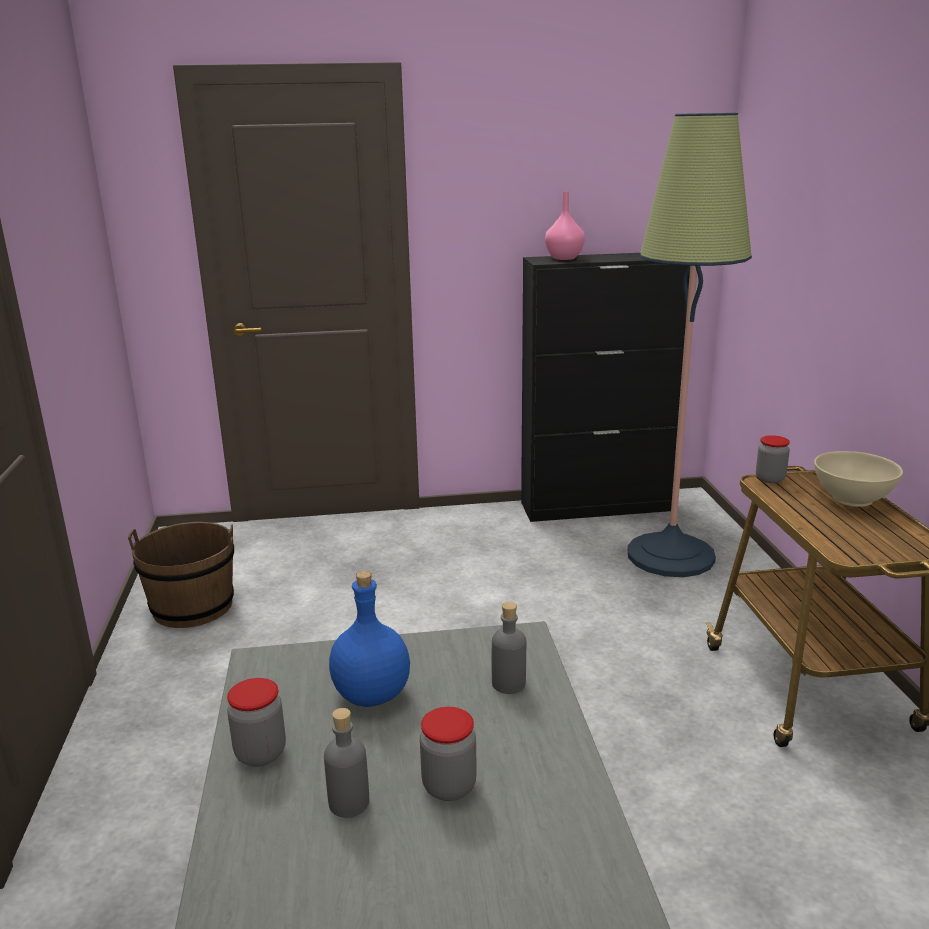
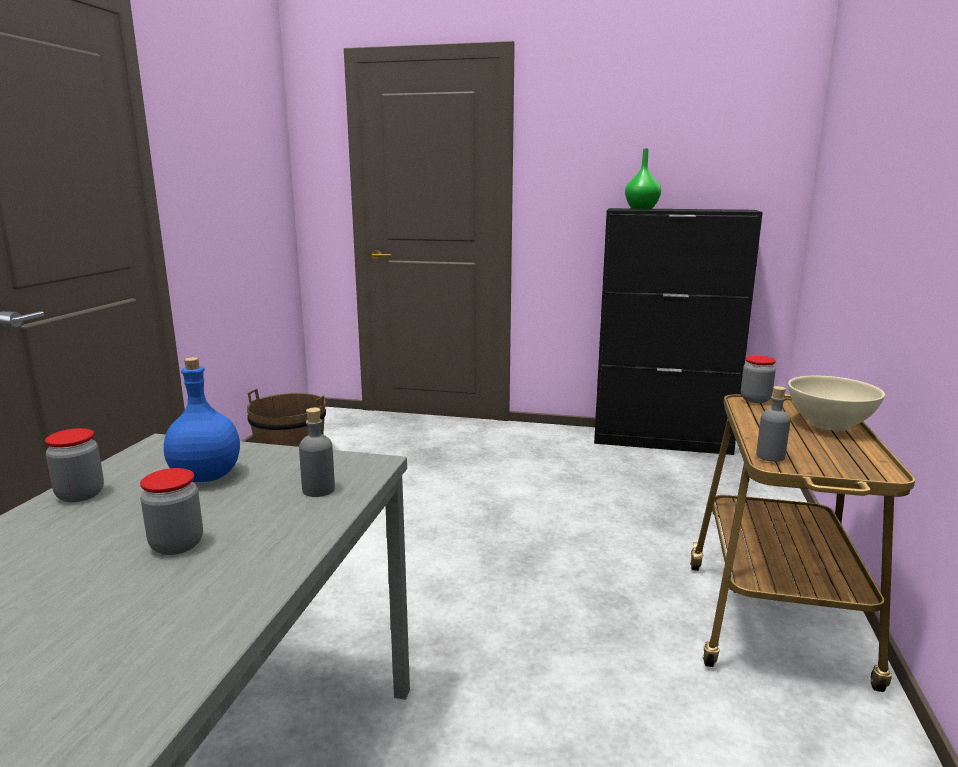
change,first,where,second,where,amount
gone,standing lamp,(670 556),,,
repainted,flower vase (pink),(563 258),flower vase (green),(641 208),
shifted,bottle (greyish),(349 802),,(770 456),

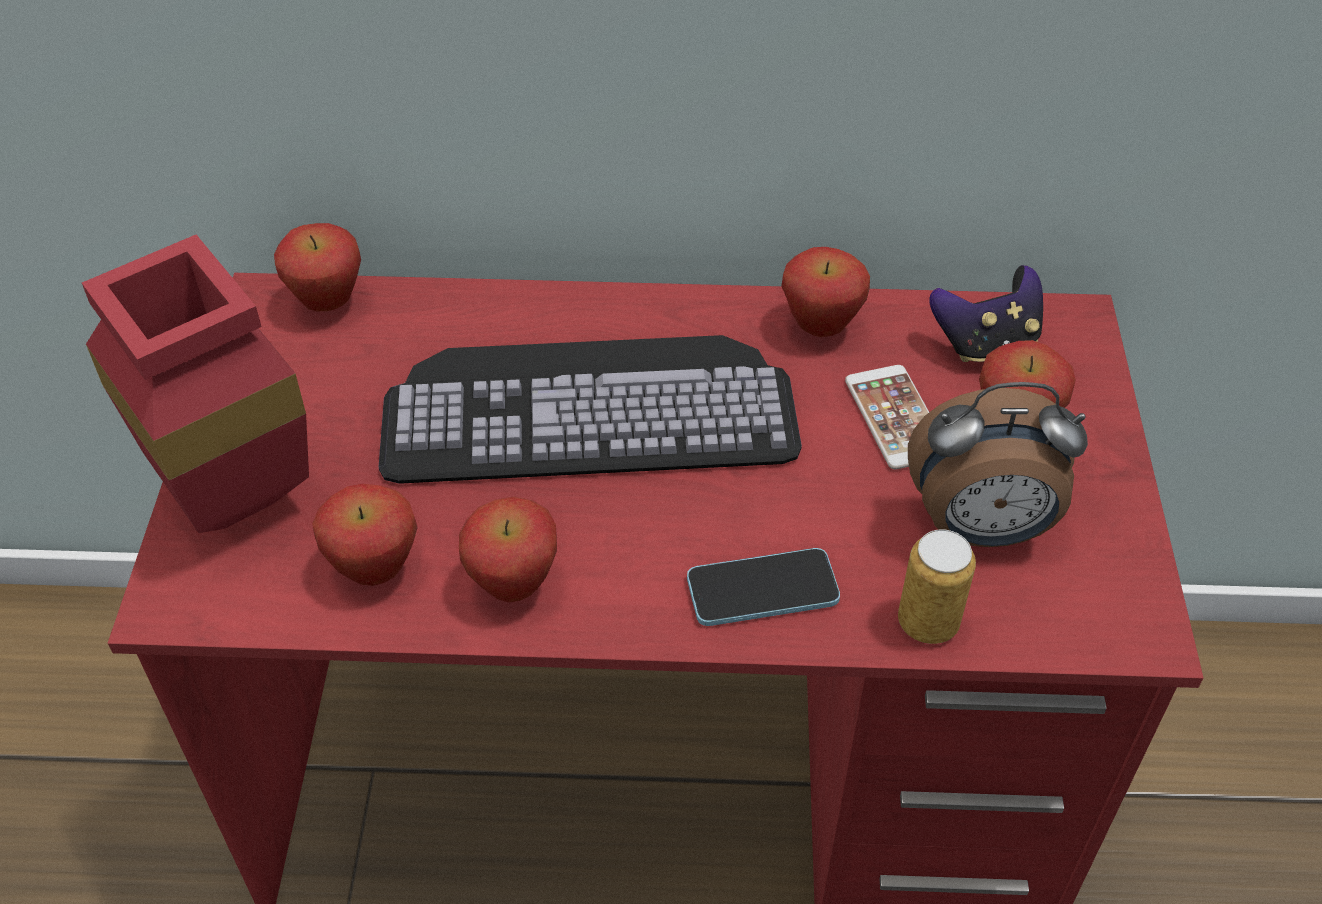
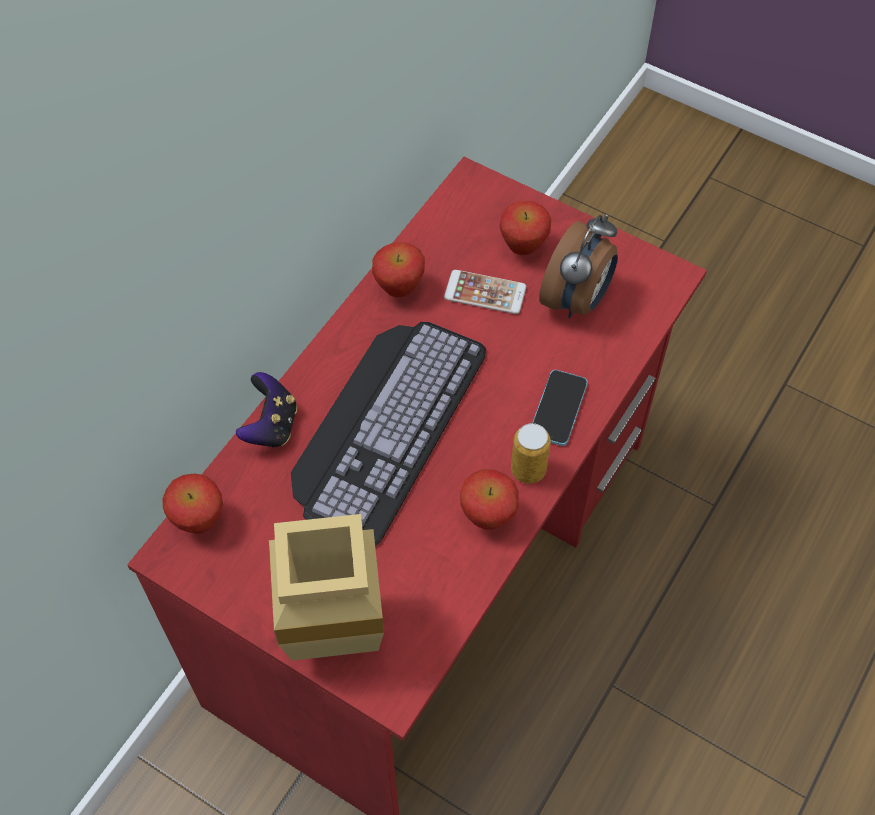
change,first,where,second,where,amount
repainted,flower vase (red),(227 495),flower vase (sand-coloured),(329 635),
shifted,gamepad,(986 342),,(271 426),
gone,apple,(375 570),,,
shifted,metal can,(928 622),,(528 470),

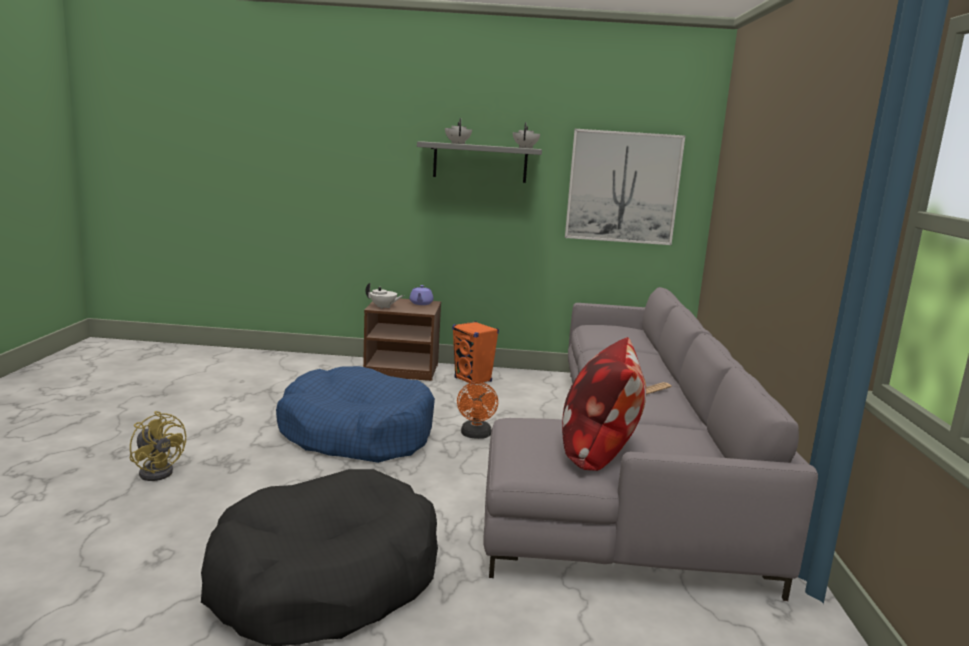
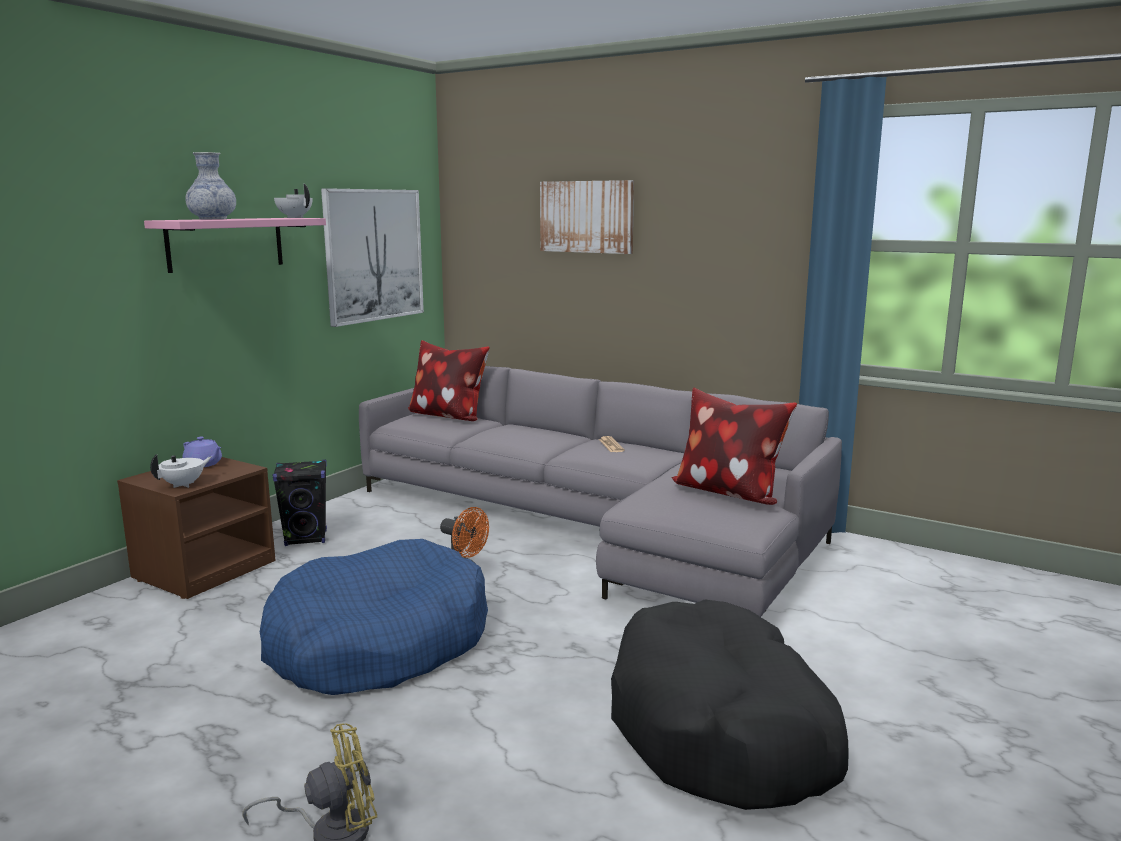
change,first,where,second,where,amount
swapped,pot for tea (whitish),(458 143),flower vase,(213 219),
repainted,bracket shelf (greyish),(480 162),bracket shelf (pink),(226 243),
repainted,speaker (orange),(473 380),speaker (blackish),(306 538),
new,,,picture,(586 217),
new,,,pillow,(448 416),

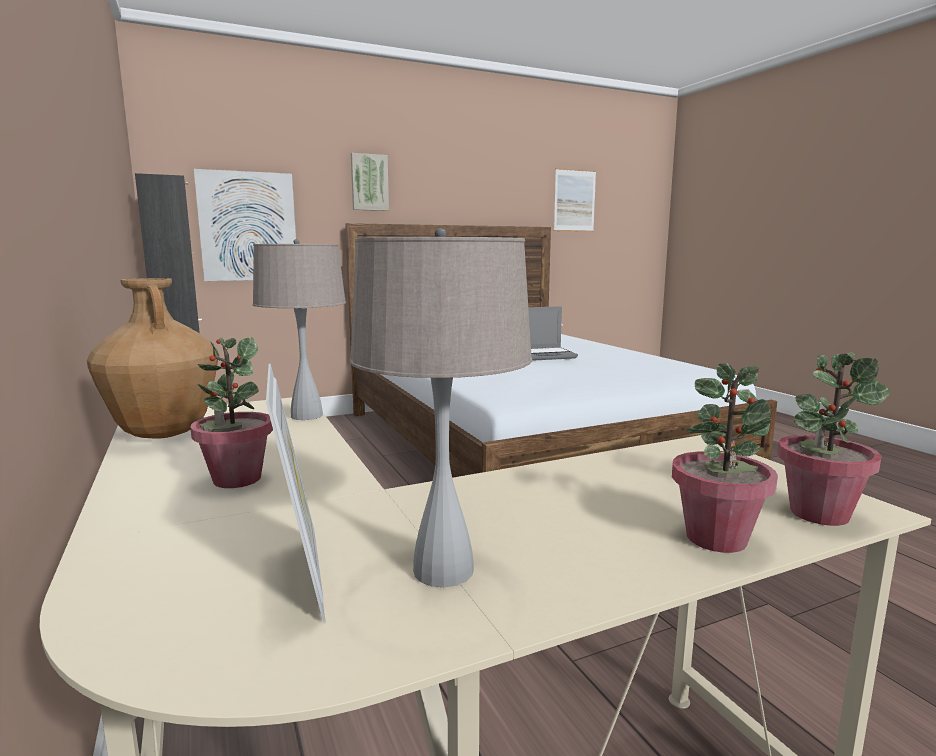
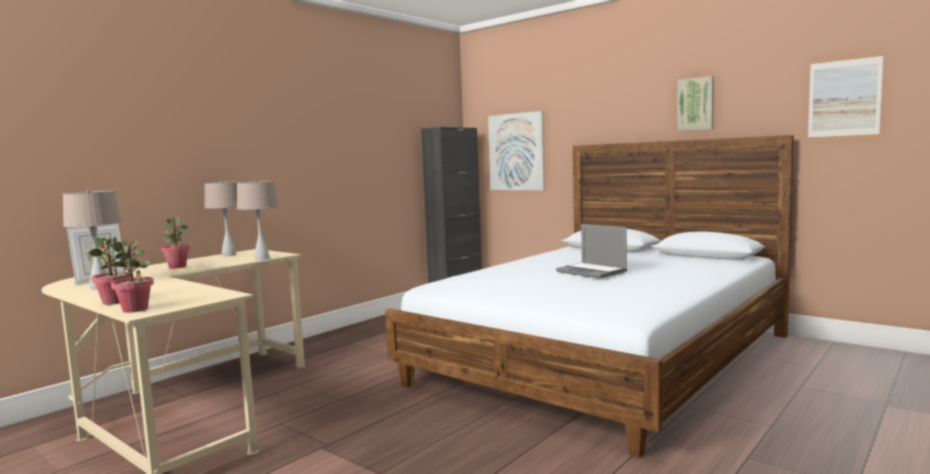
change,first,where,second,where,amount
shifted,picture,(369 182),,(696 104),
swapped,flower vase (brown),(164 433),table lamp (sand-coloured),(229 255),

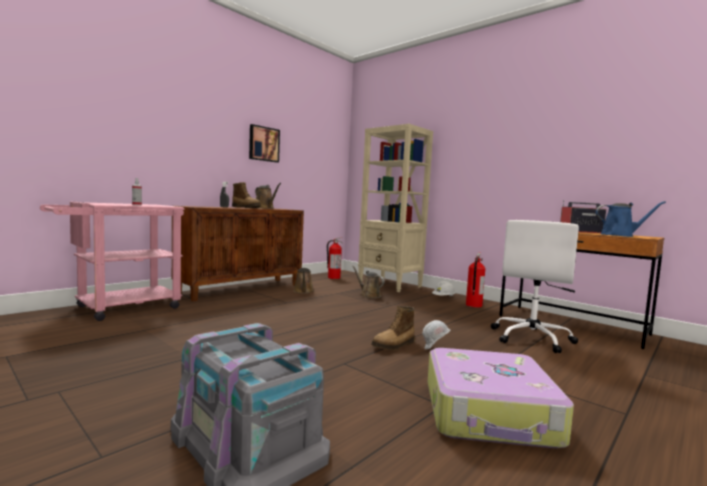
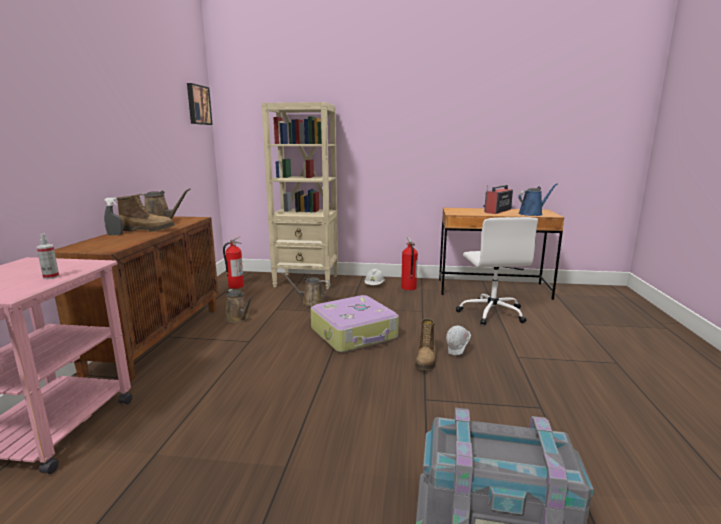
change,first,where,second,where,amount
shifted,picture,(263 144),,(198 105),
shifted,piece of luggage,(490 413),,(354 334),

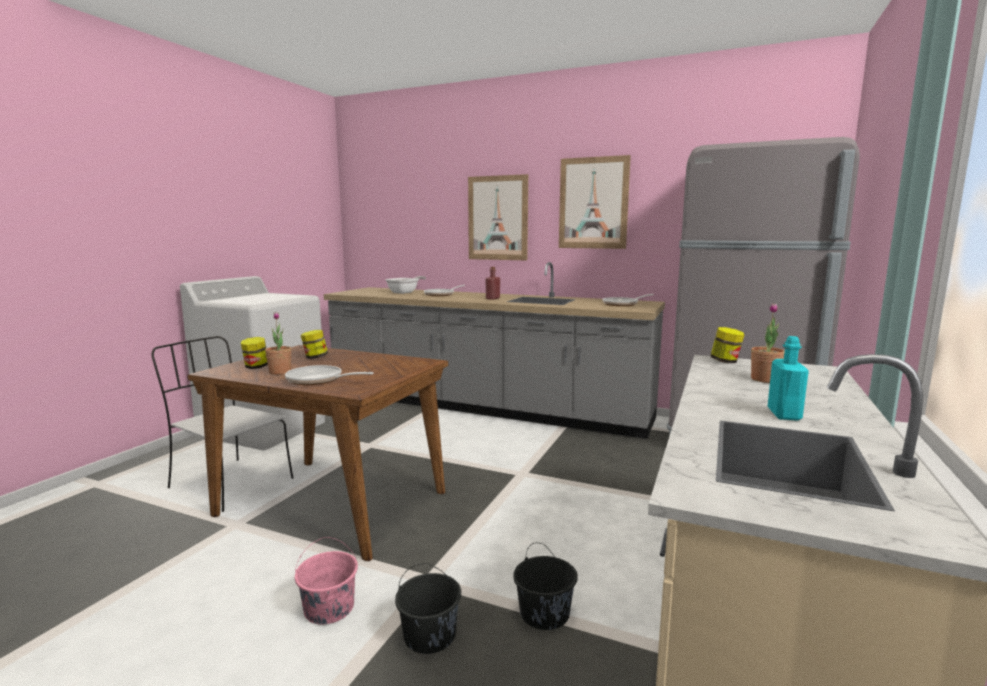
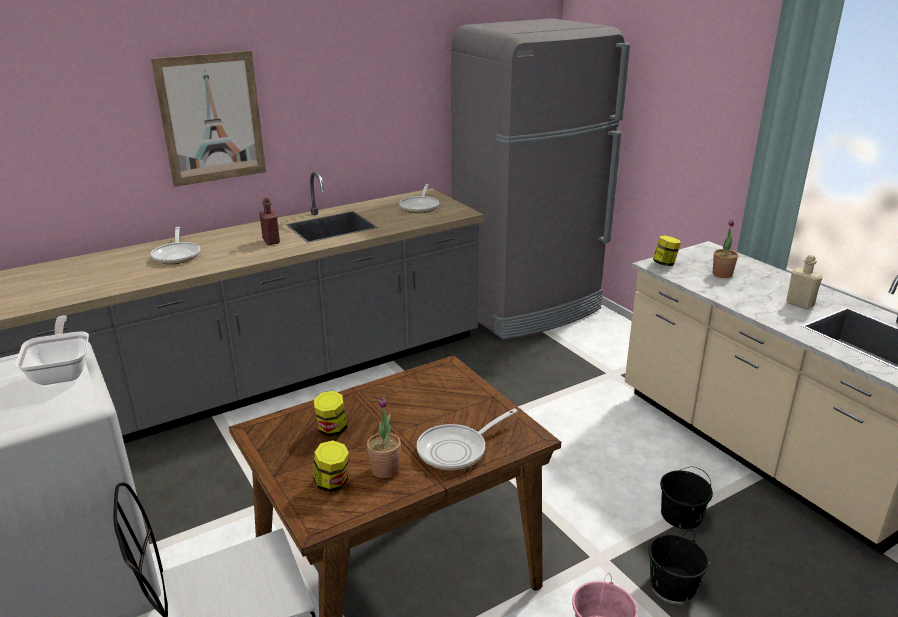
change,first,where,second,where,amount
gone,picture,(593 203),,,
shifted,frying pan,(405 292),,(62 371),
repainted,bottle (blue-green),(784 414),bottle (sand-coloured),(800 304),

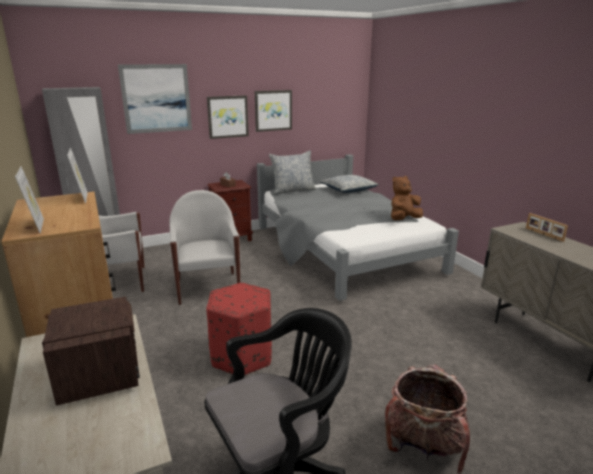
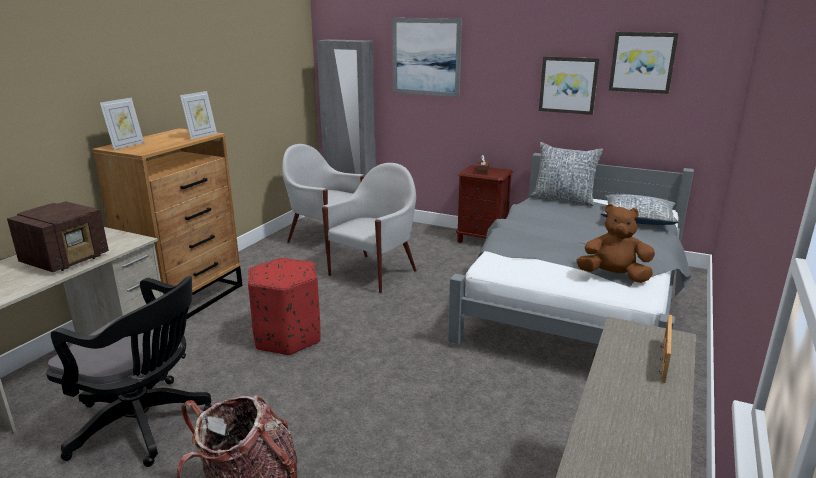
change,first,where,second,where,amount
shifted,picture,(227 116),,(642 62),

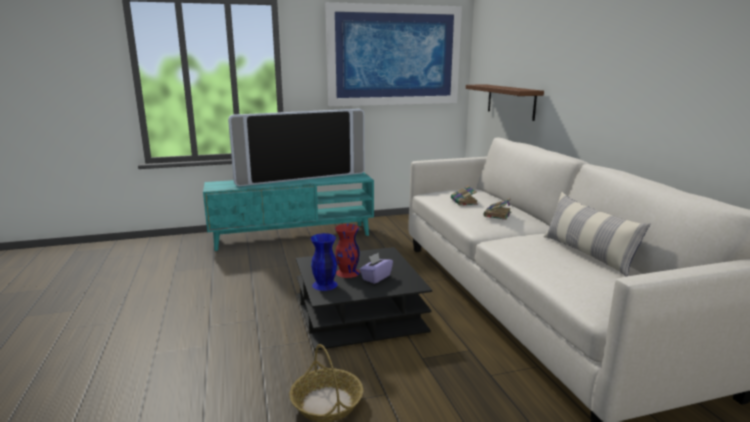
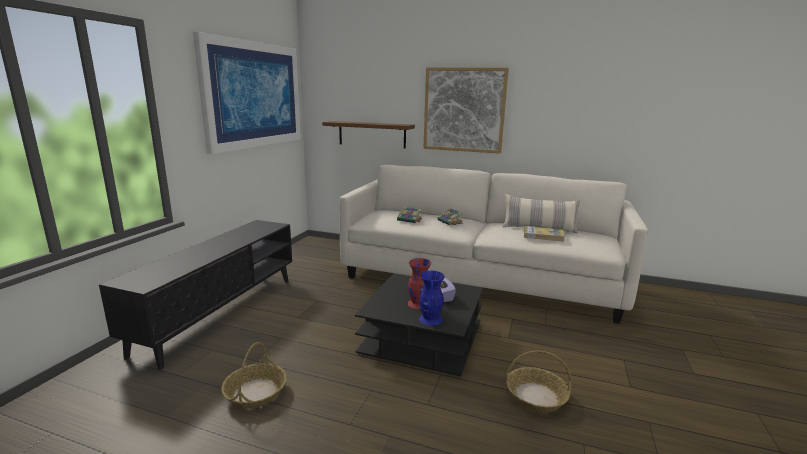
change,first,where,second,where,amount
gone,TV,(301 178),,,
repainted,media console (blue-green),(293 236),media console (blackish),(220 313),
new,,,picture,(464 110),
new,,,volume,(543 235),
new,,,household basket,(255 392),

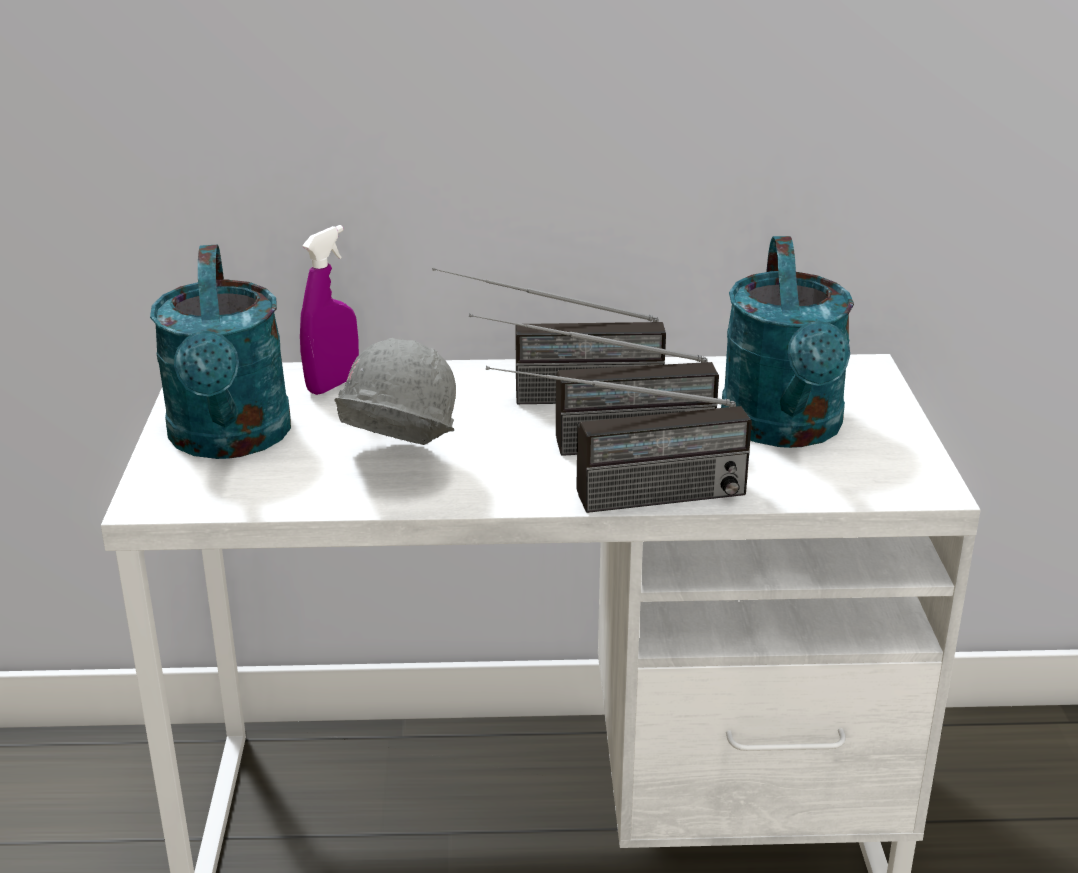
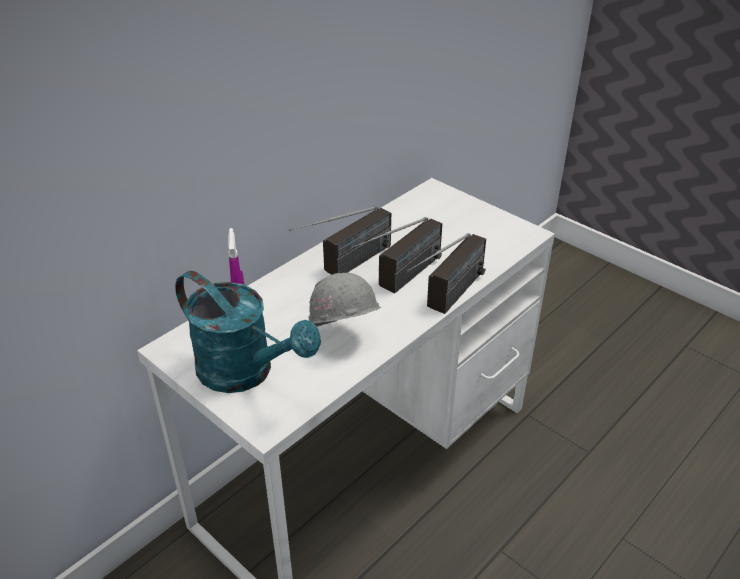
change,first,where,second,where,amount
gone,watering can (blue-green),(785 430),,,

